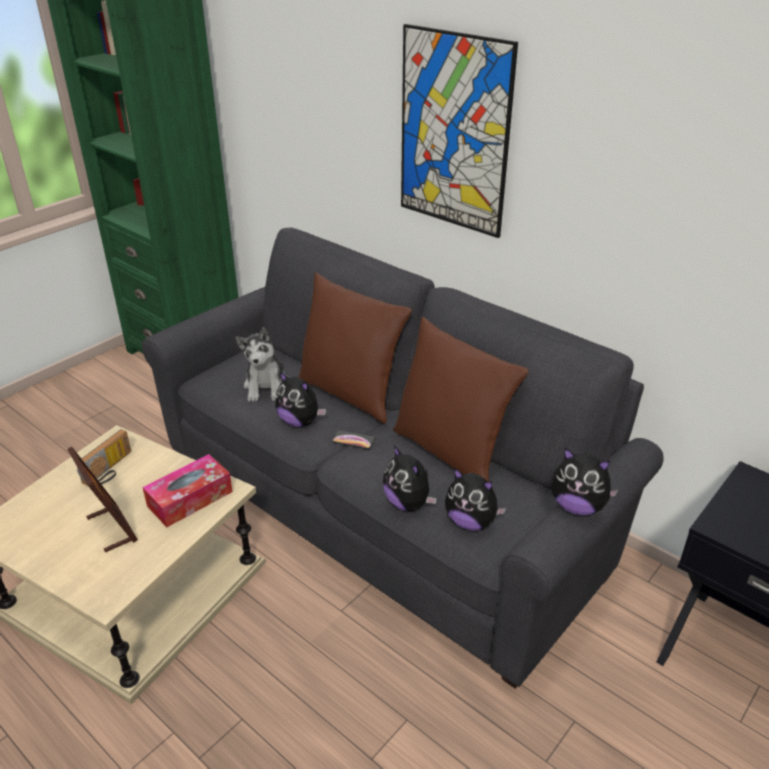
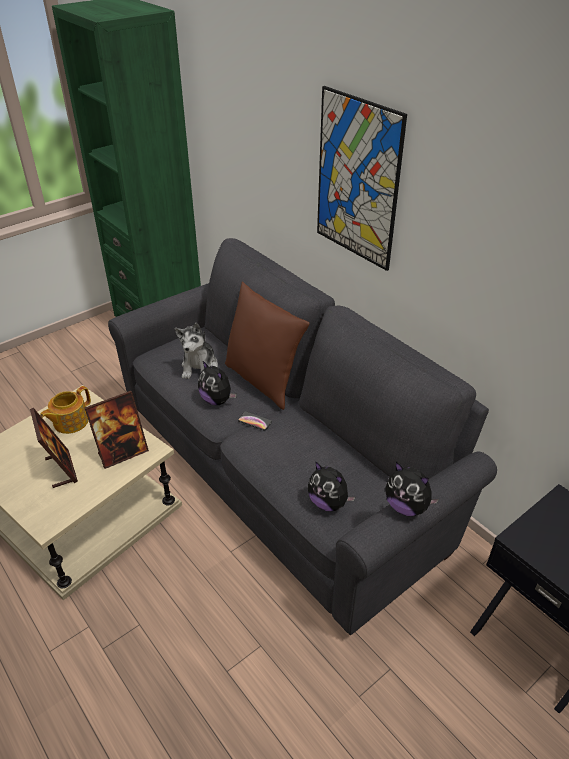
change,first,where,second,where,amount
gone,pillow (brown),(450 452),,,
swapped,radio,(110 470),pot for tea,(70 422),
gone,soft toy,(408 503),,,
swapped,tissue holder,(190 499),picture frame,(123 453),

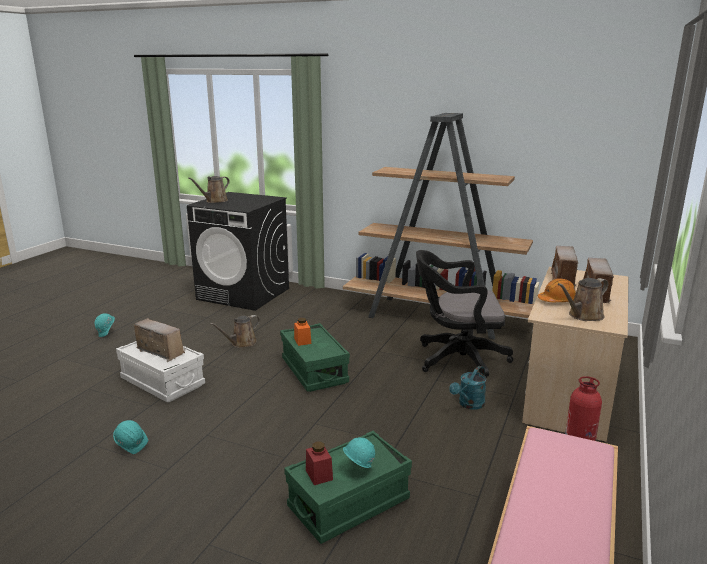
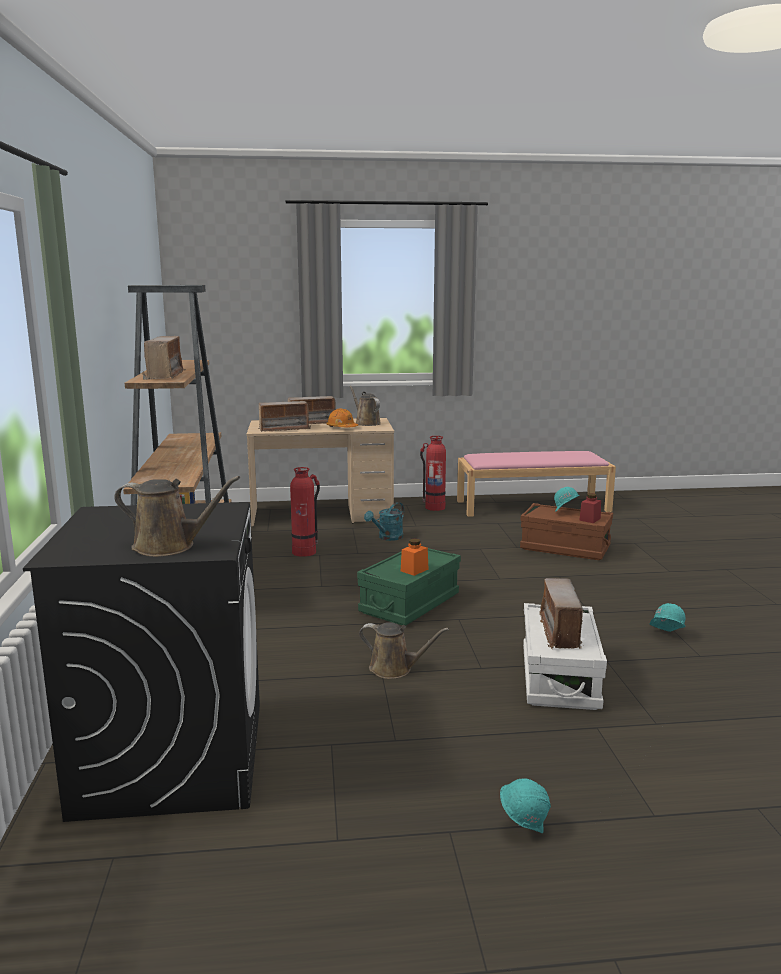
change,first,where,second,where,amount
swapped,desk chair (blackish),(456 360),extinguisher,(304 552),
rotated,watering can (brown),(583 316),,(366 423),150 degrees counterclockwise
rotated,watering can (blue-green),(469 404),,(387 538),120 degrees clockwise
repainted,storage bin (green),(348 504),storage bin (brown),(565 548),
new,,,radio,(165 375),

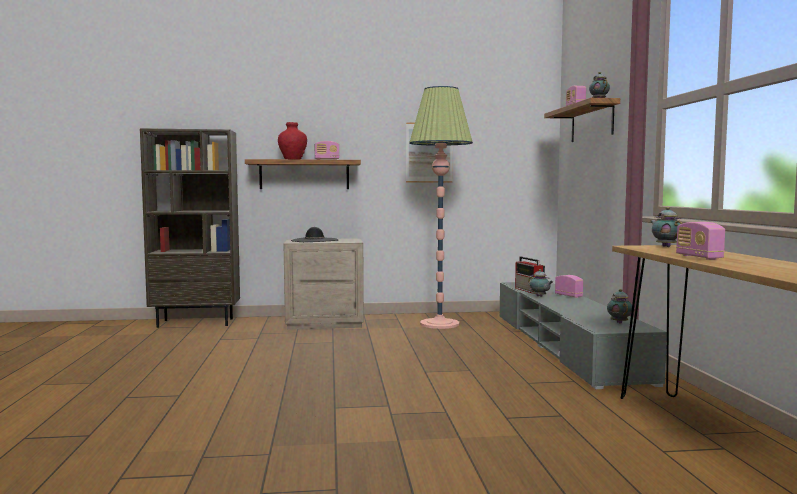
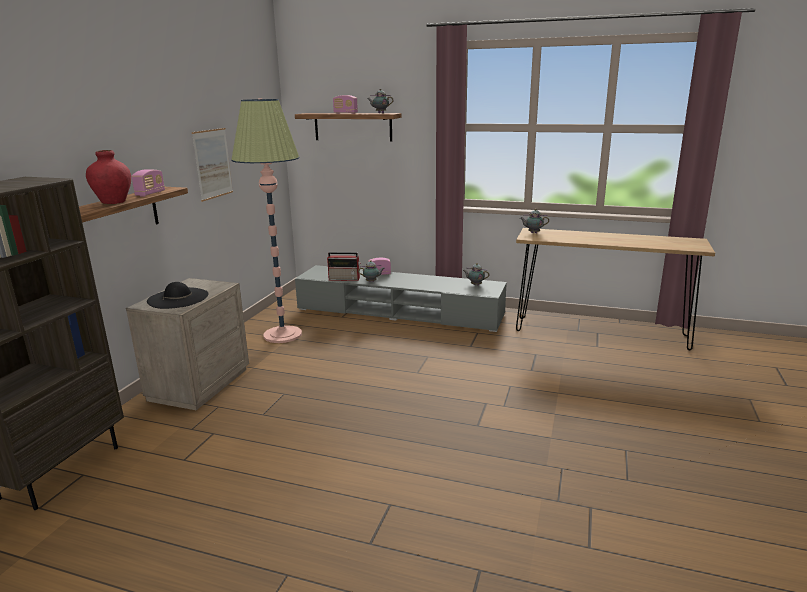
change,first,where,second,where,amount
gone,radio,(699 257),,,

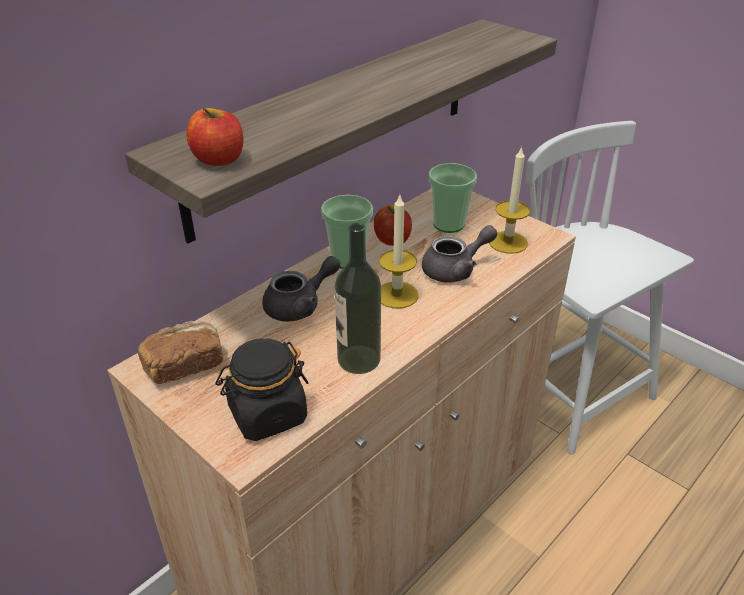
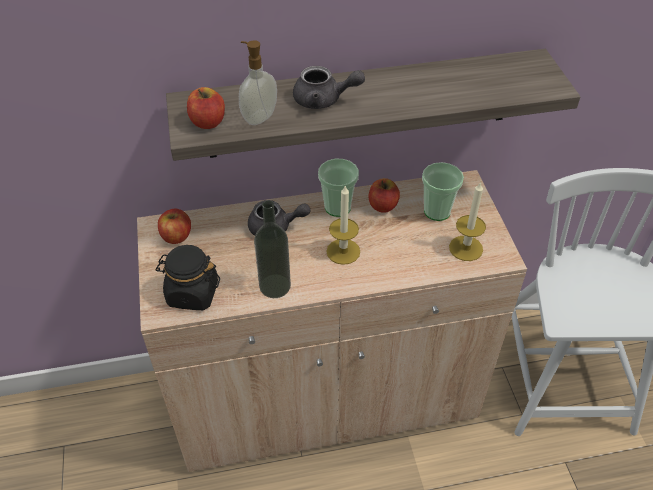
change,first,where,second,where,amount
shifted,pot for tea (greyish),(455 269),,(324 100),
swapped,bakery bread,(184 365),apple,(176 236),
new,,,soap bottle,(258 117),

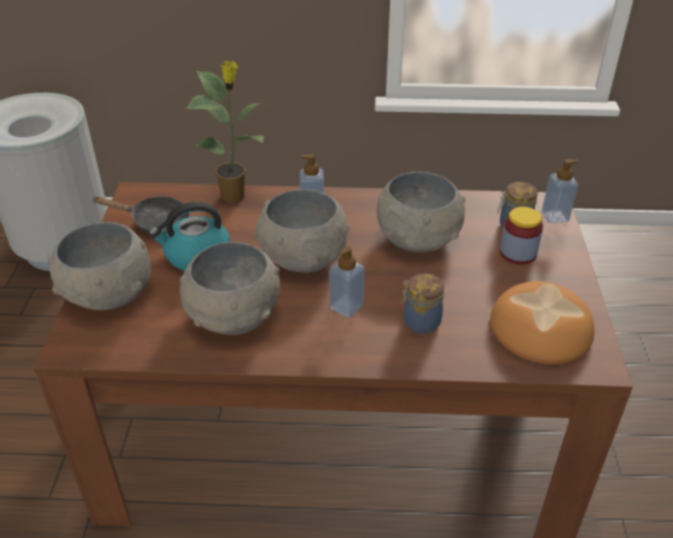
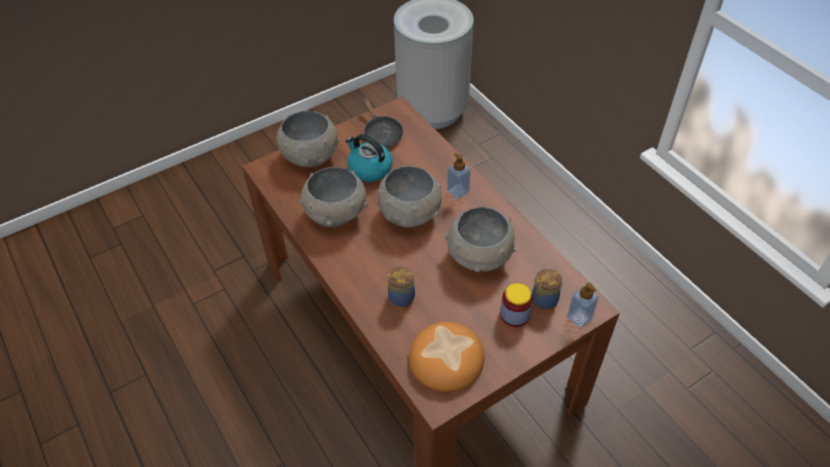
change,first,where,second,where,amount
gone,houseplant,(235 196),,,
gone,soap bottle,(346 306),,,

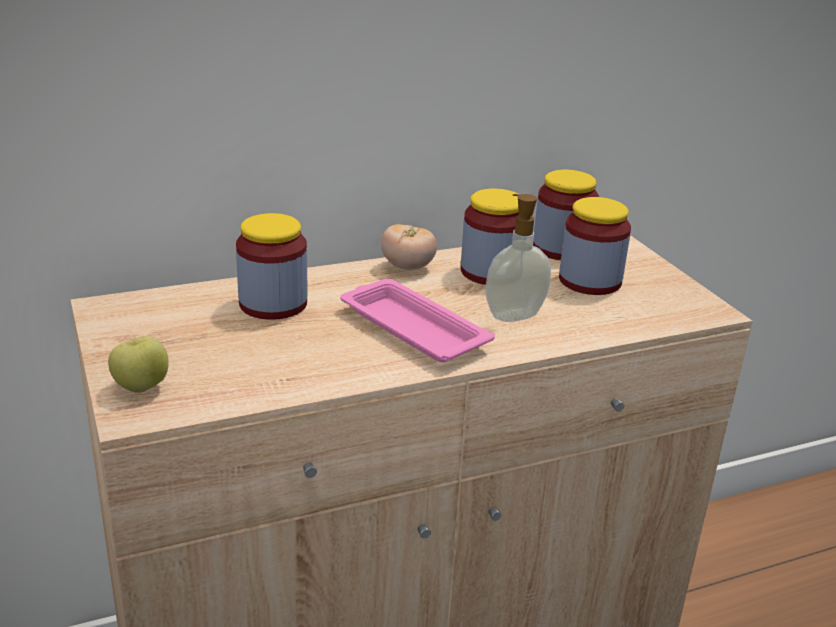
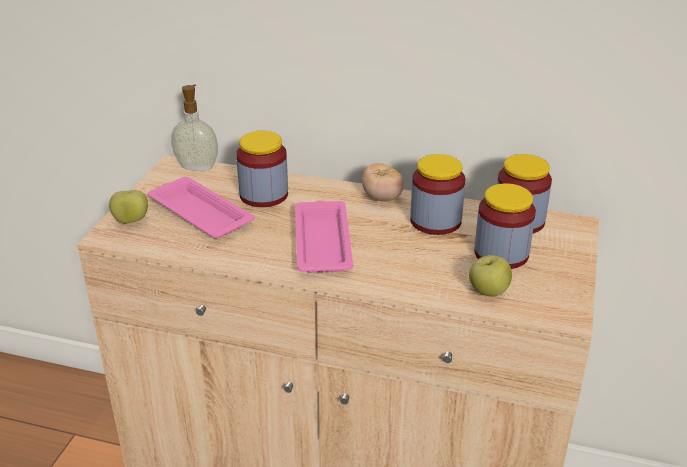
change,first,where,second,where,amount
shifted,soap bottle,(513 315),,(197 167),
new,,,tray (pink),(199 213),
new,,,apple,(488 292),

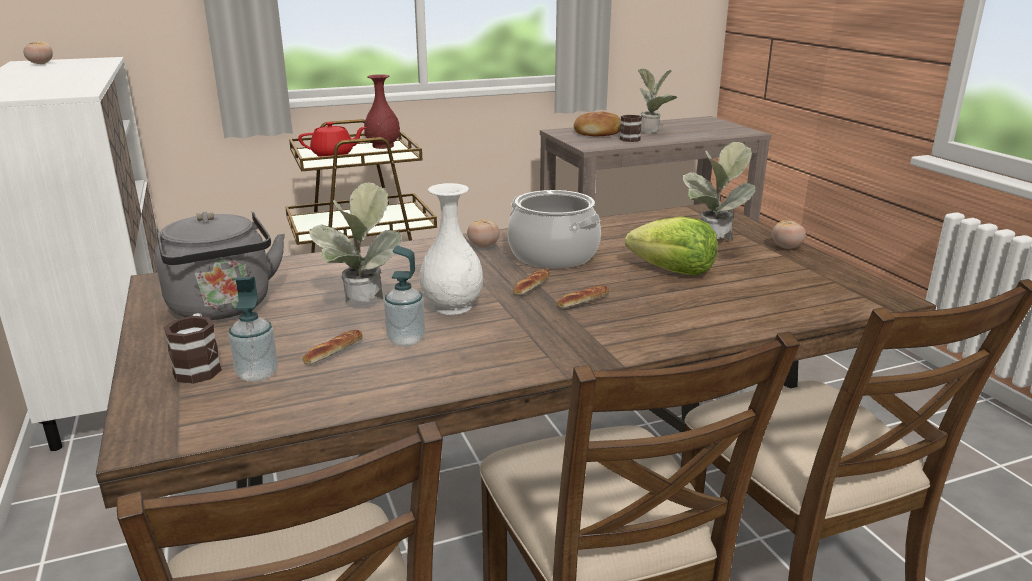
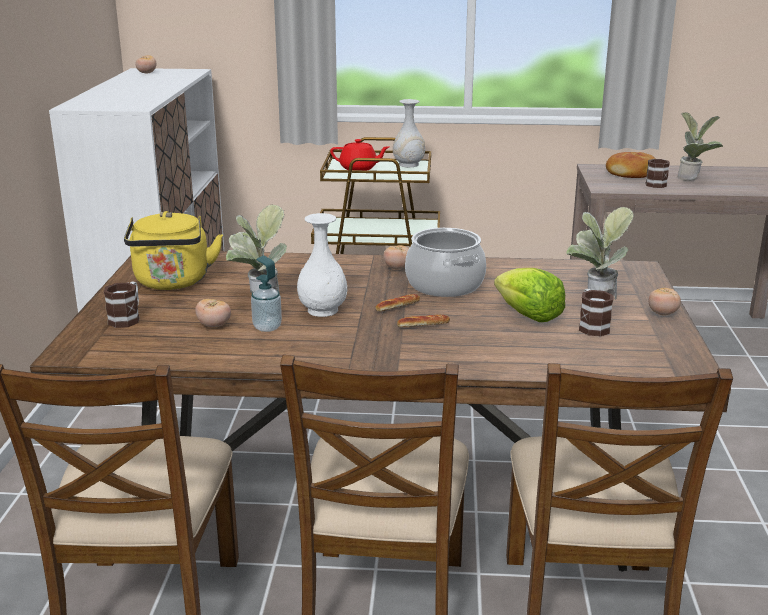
change,first,where,second,where,amount
repainted,flower vase (red),(383 146),flower vase (whitish),(409 165),
repainted,water kettle (greyish),(223 308),water kettle (yellow-coloured),(172 283),
gone,soap bottle,(257 374),,,
swapped,bakery bread,(334 352),tomato,(214 325),
new,,,coffee mug,(591 326),

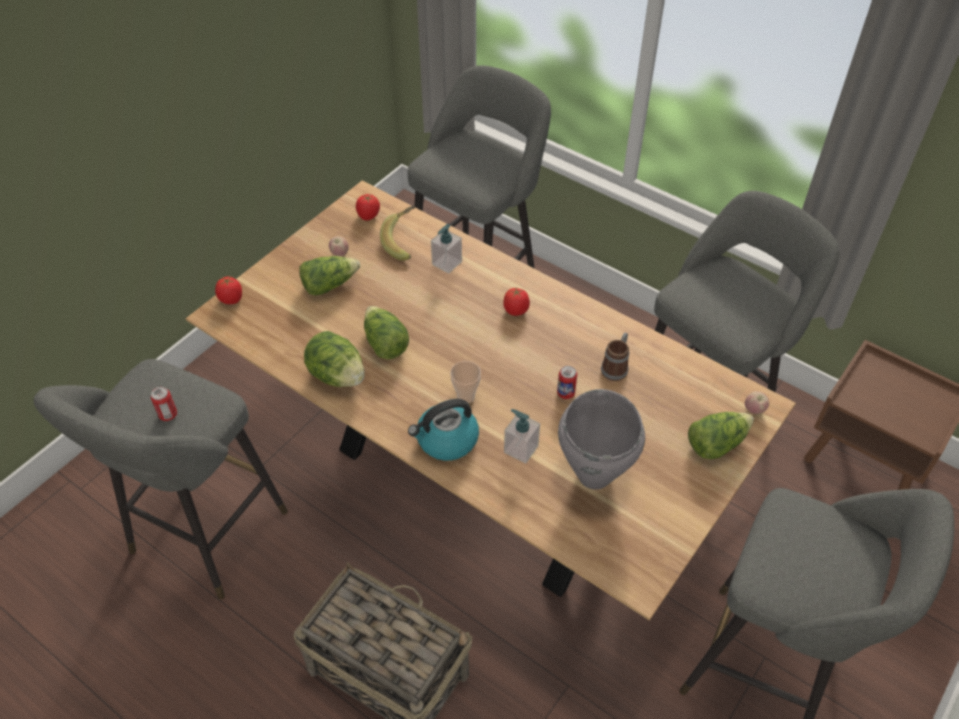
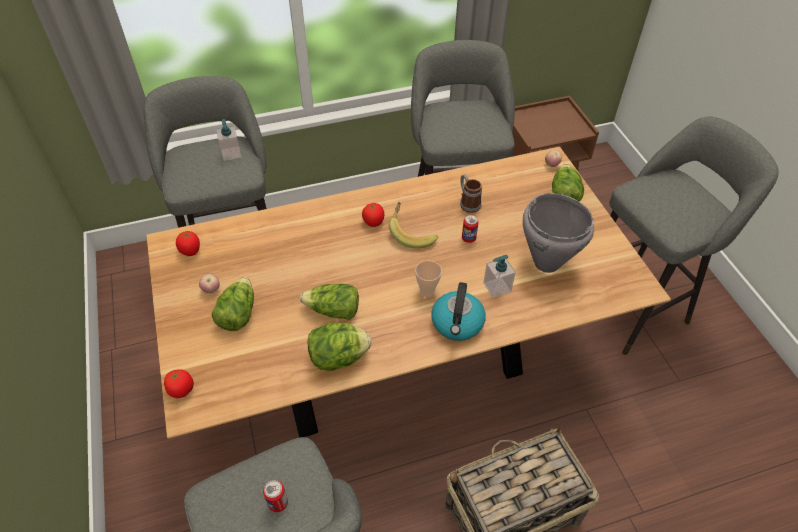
change,first,where,second,where,amount
shifted,banana,(404 242),,(412 233),
shifted,soap bottle,(446 263),,(231 153),

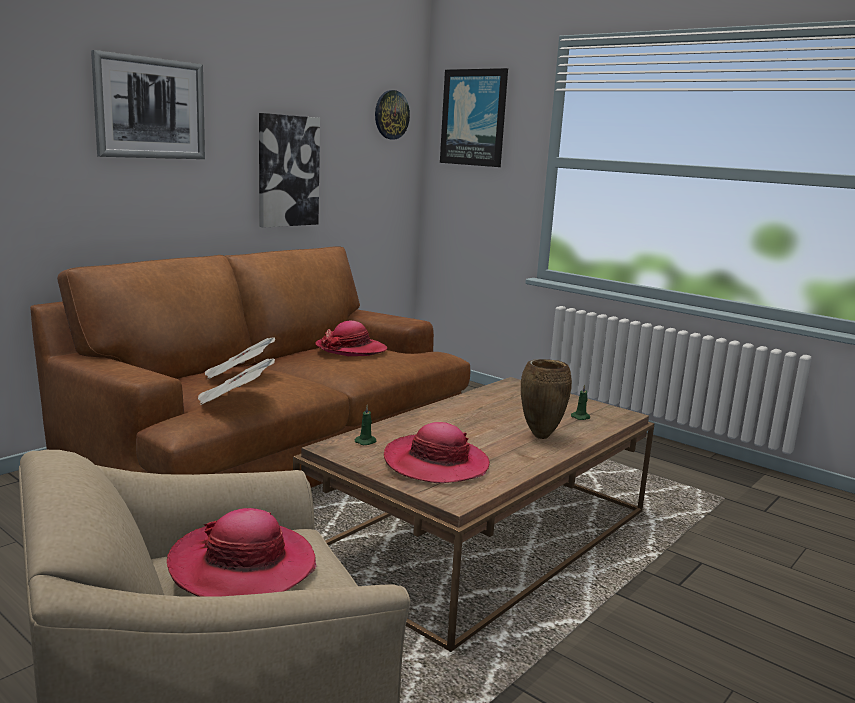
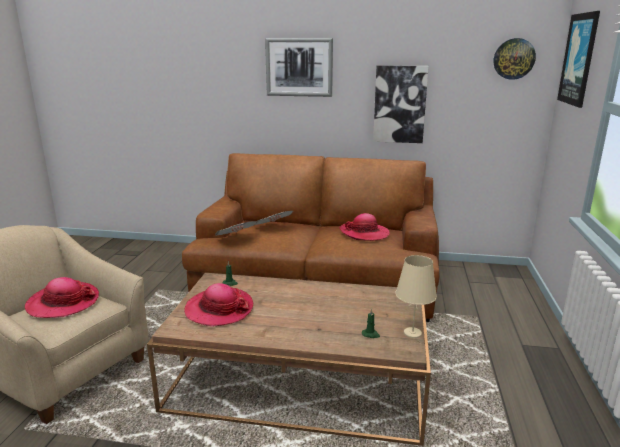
change,first,where,second,where,amount
gone,flower vase (brown),(540 436),,,
new,,,table lamp (sand-coloured),(412 333),

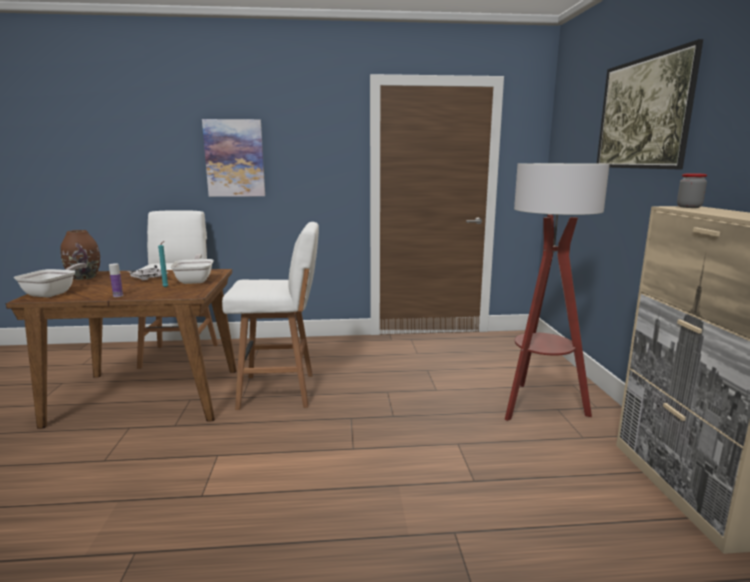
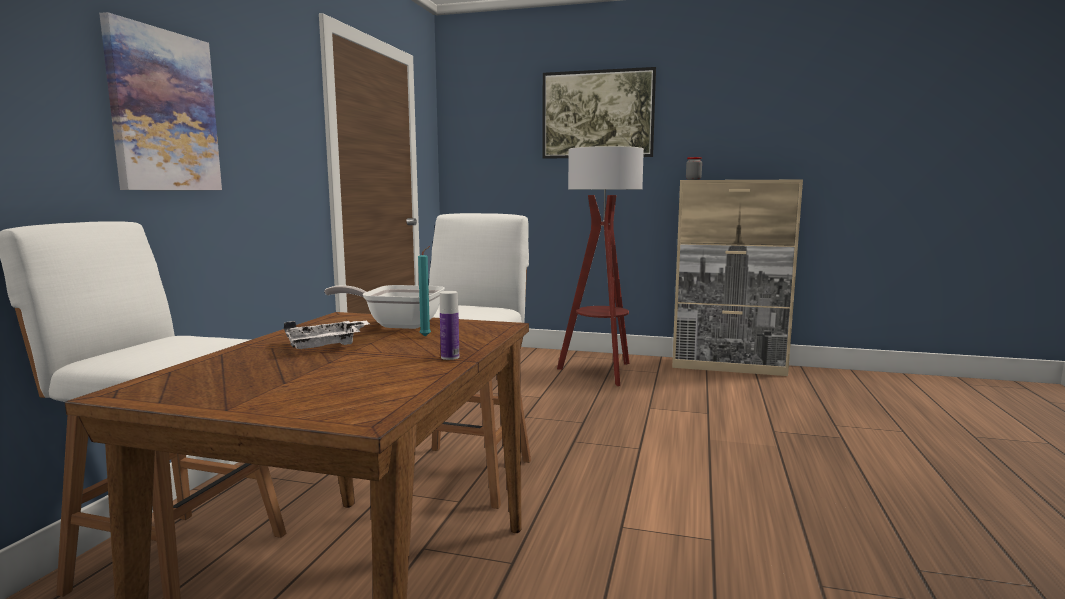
change,first,where,second,where,amount
gone,flower vase (brown),(84 277),,,
gone,frying pan,(54 293),,,

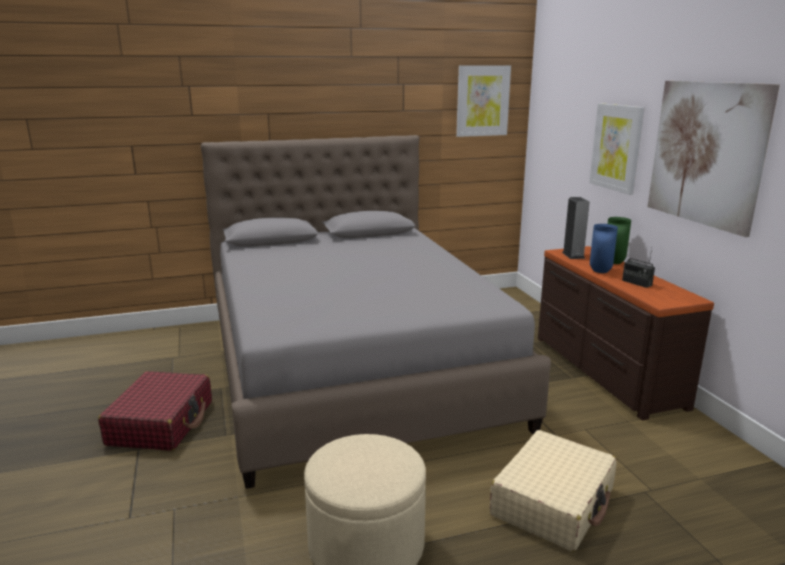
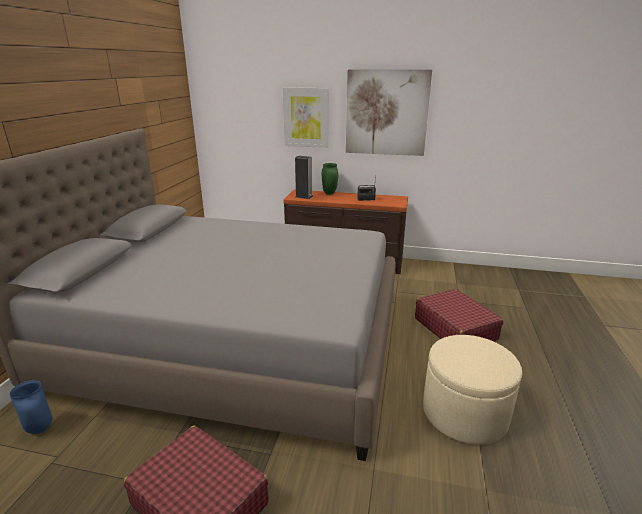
change,first,where,second,where,amount
gone,picture,(482 101),,,
shifted,flower vase (bluish),(599 271),,(39 429),
repainted,piece of luggage (sand-coloured),(553 502),piece of luggage (red),(455 328),

